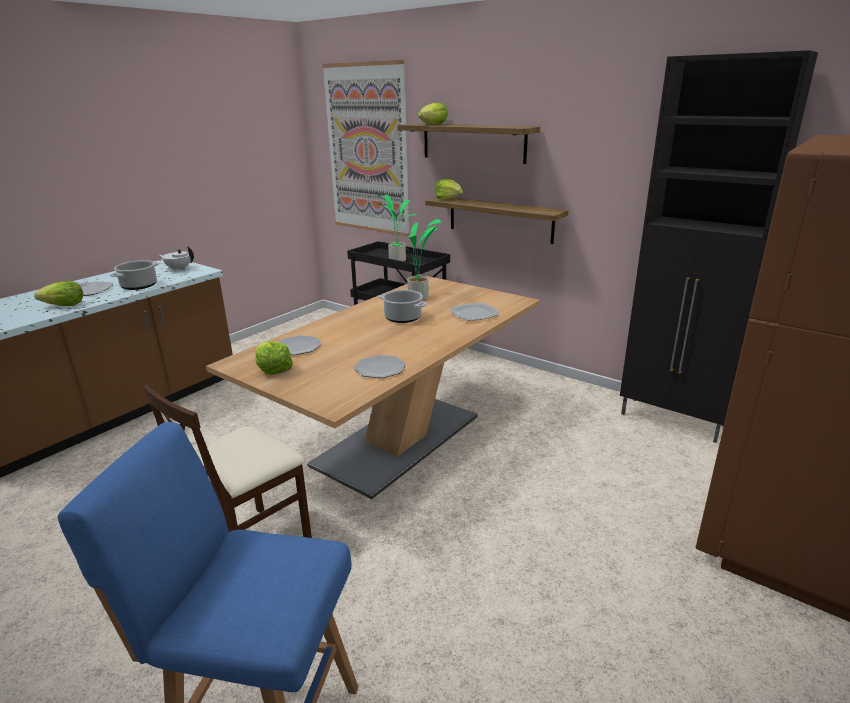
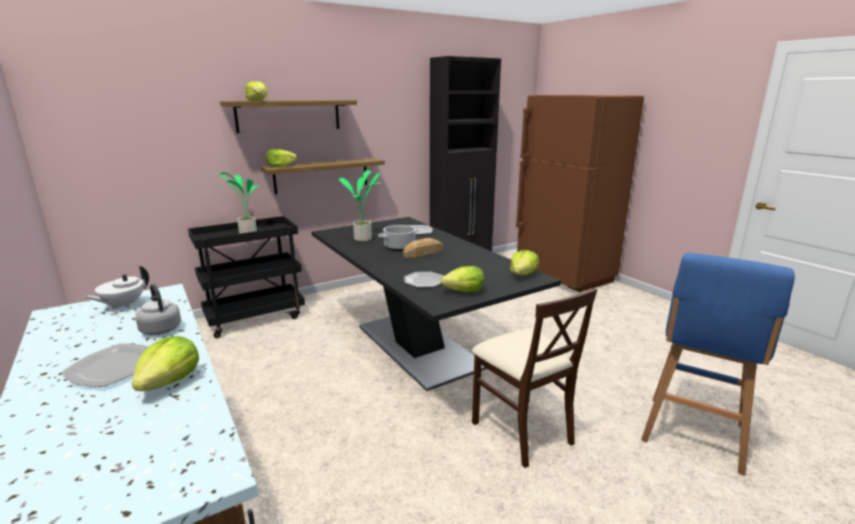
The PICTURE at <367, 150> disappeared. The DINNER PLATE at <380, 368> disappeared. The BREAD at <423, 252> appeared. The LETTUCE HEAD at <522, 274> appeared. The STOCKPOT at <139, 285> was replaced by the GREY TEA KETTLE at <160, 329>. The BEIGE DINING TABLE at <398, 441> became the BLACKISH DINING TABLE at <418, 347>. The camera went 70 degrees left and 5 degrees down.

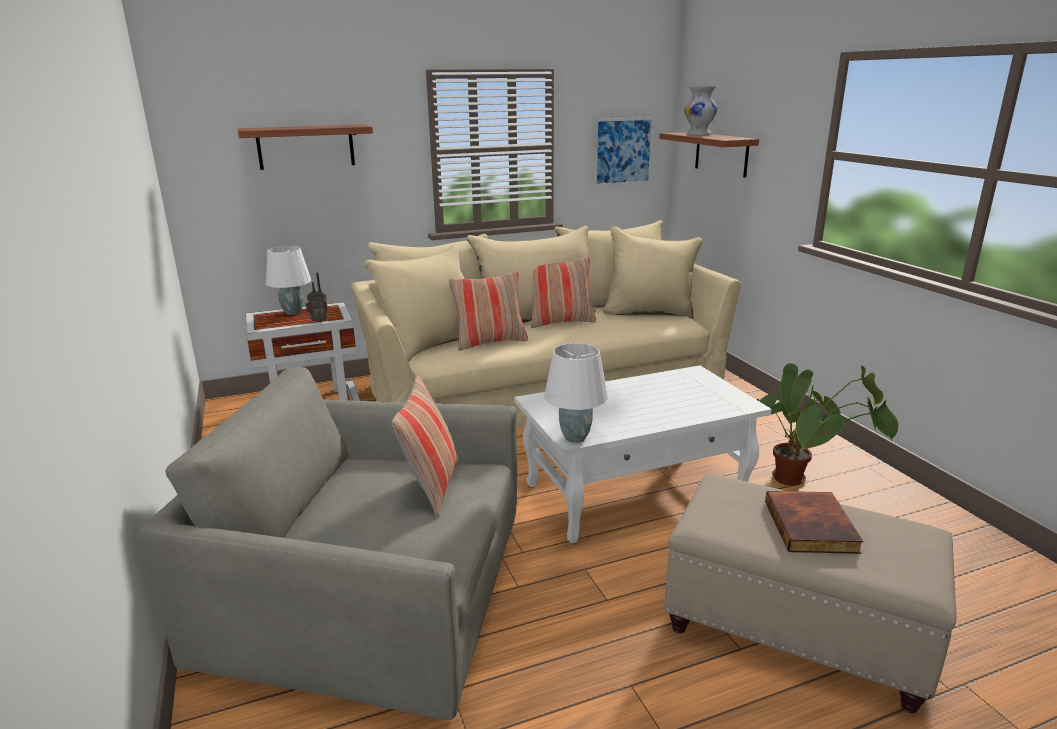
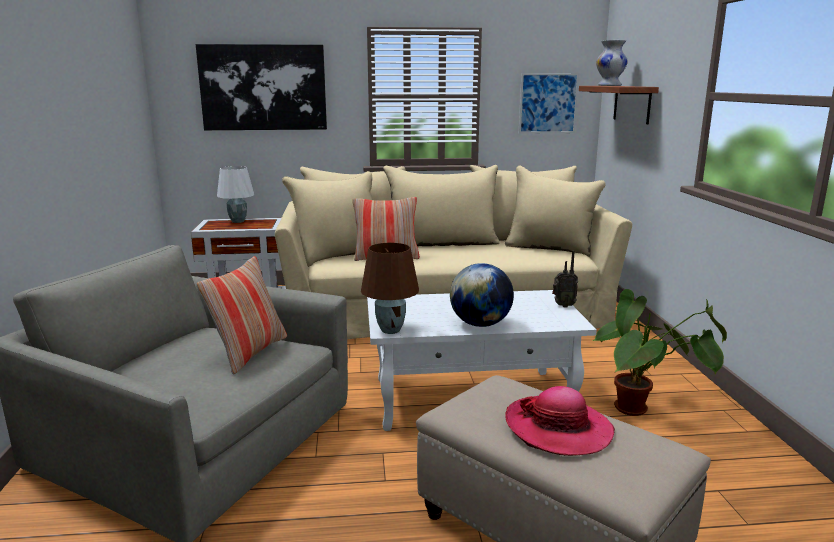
The CUSHION at <560, 322> disappeared. The WORLD GLOBE at <480, 324> appeared. The RADIO SET moved from <318, 321> to <563, 305>. The BRACKET SHELF at <306, 146> was replaced by the PICTURE at <263, 87>. The BOOK at <812, 527> was replaced by the CLOTHING HAT at <558, 429>. The WHITE TABLE LAMP at <574, 437> became the BROWN TABLE LAMP at <390, 330>. The camera went 15 degrees right and 5 degrees down.

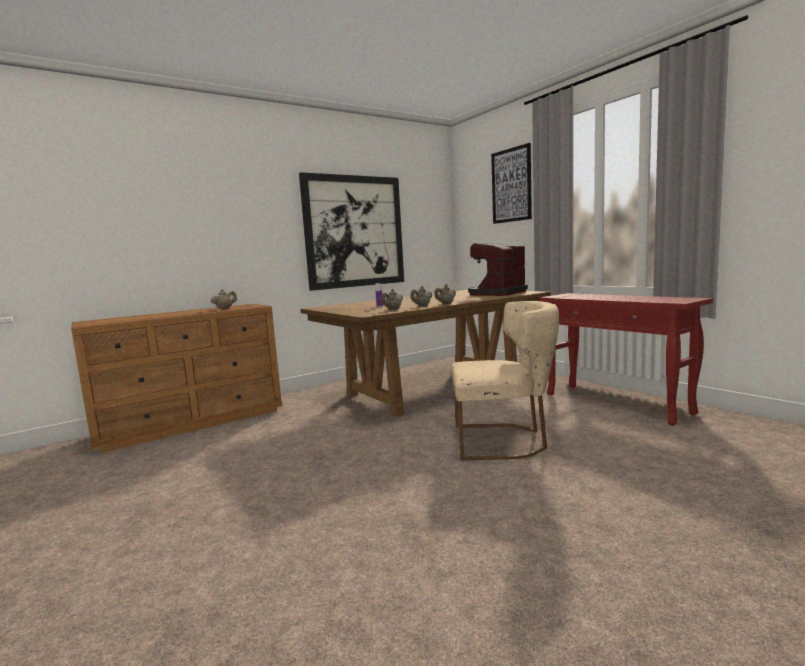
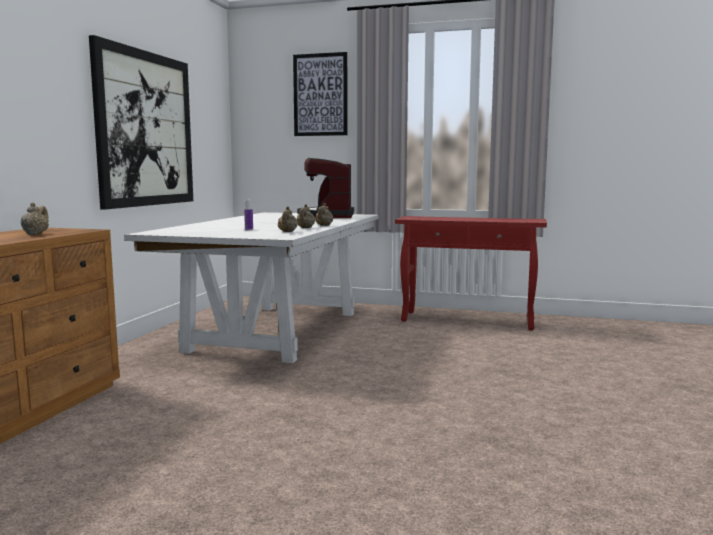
The BEIGE UPRIGHT CHAIR at <504, 441> disappeared. The BROWN DINING TABLE at <433, 388> became the WHITE DINING TABLE at <276, 331>. The camera went 40 degrees left and 0 degrees up.

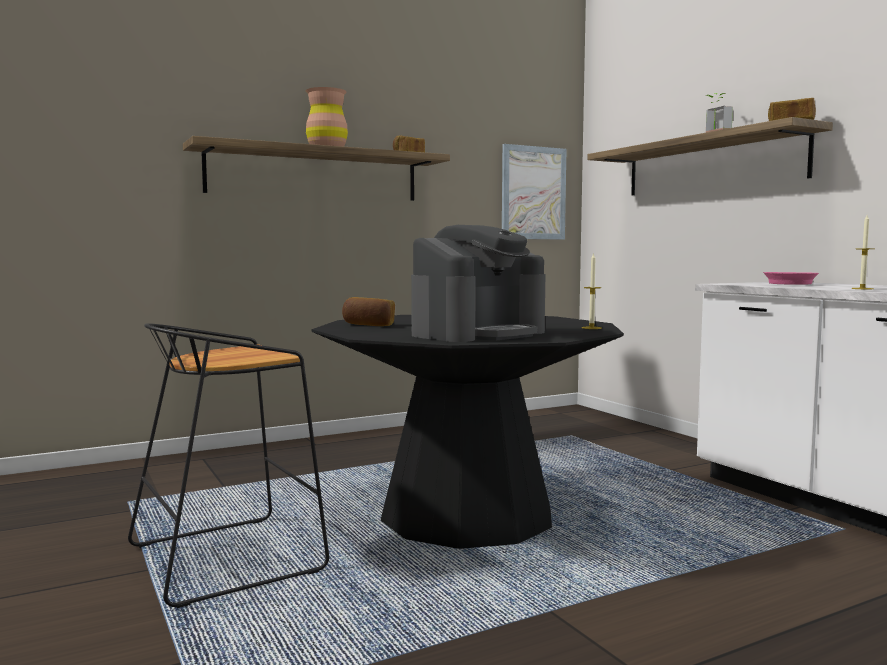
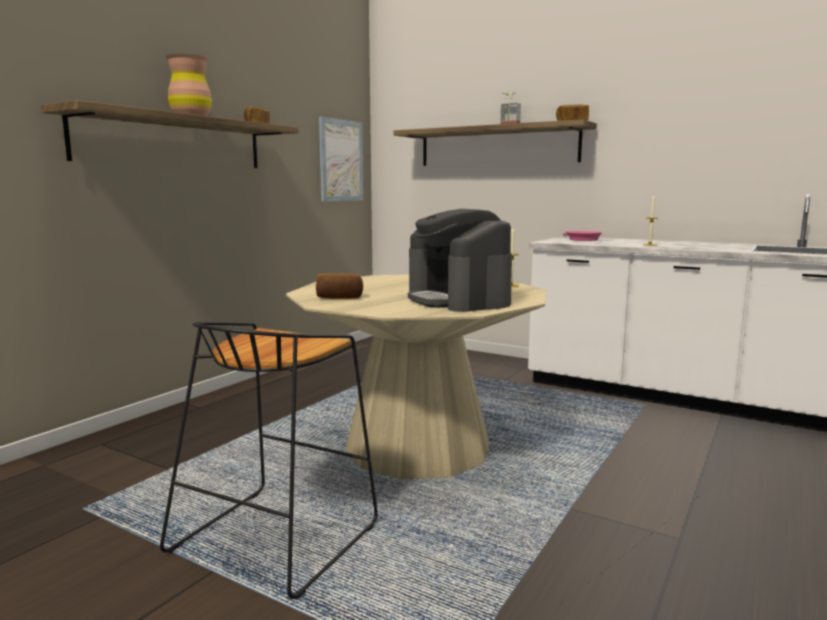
The BLACKISH DINING TABLE at <467, 515> became the BEIGE DINING TABLE at <418, 447>. The COFFEE MACHINE at <478, 333> turned 135 degrees clockwise. The camera went 30 degrees left and 5 degrees up.

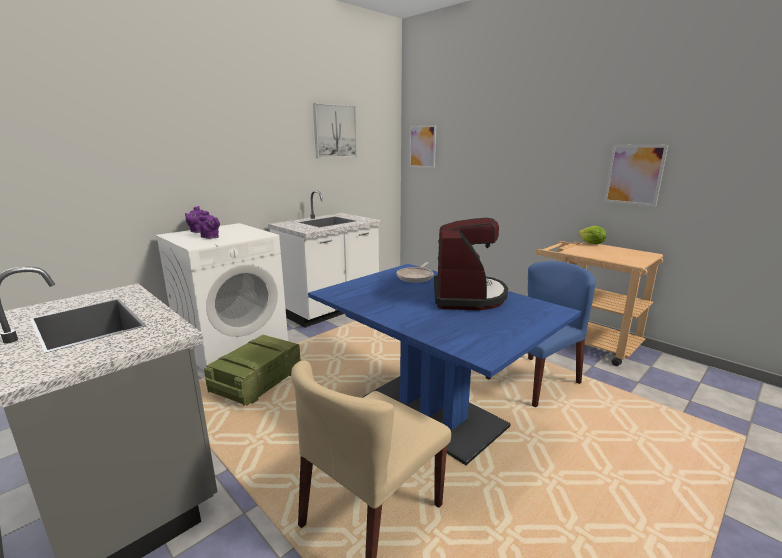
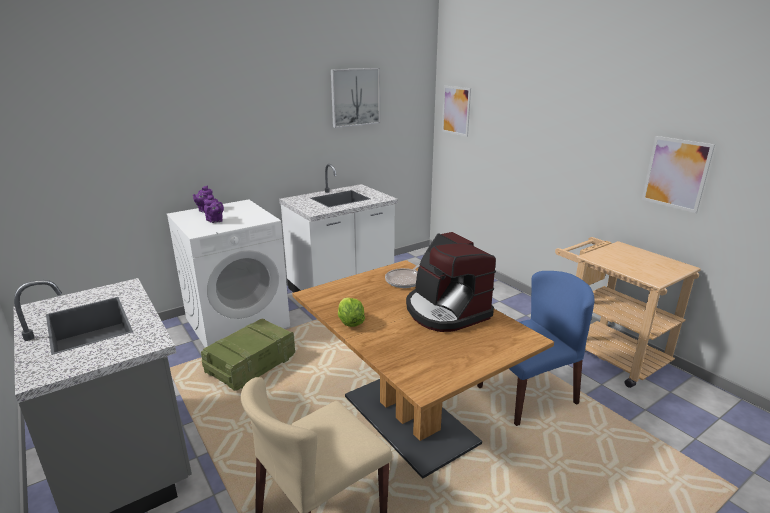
The LETTUCE HEAD moved from <591, 243> to <350, 323>. The BLUE-COLOURED DINING TABLE at <432, 413> became the BROWN DINING TABLE at <409, 419>. The COFFEE MACHINE at <467, 296> turned 135 degrees clockwise. The camera went 10 degrees right and 5 degrees up.

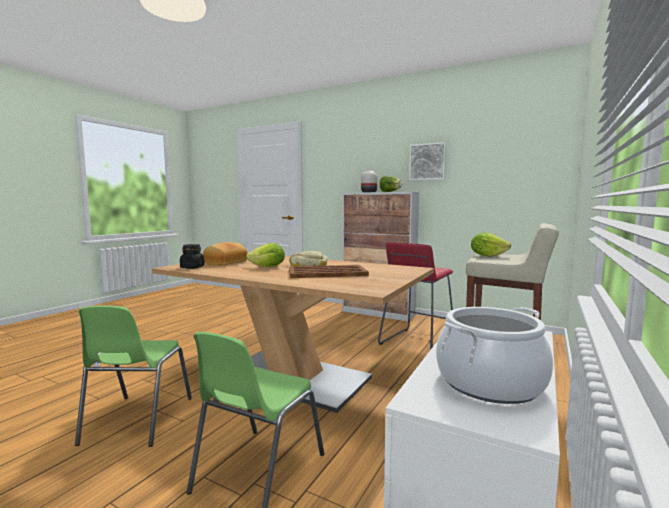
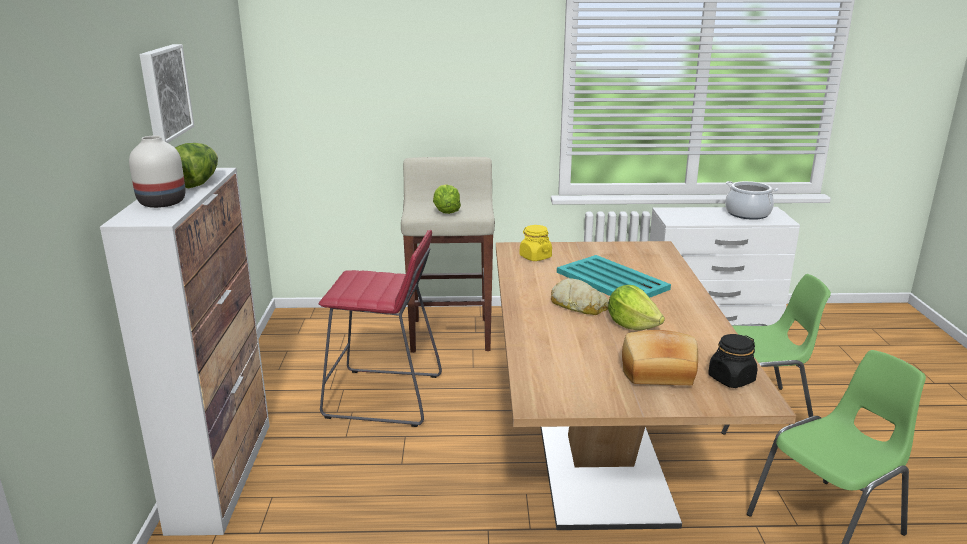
The YELLOW-COLOURED PRESERVE JAR at <535, 257> appeared. The BROWN CARRYING TRAY at <326, 273> became the TURQUOISE-COLOURED CARRYING TRAY at <612, 281>. The camera went 120 degrees left and 15 degrees up.

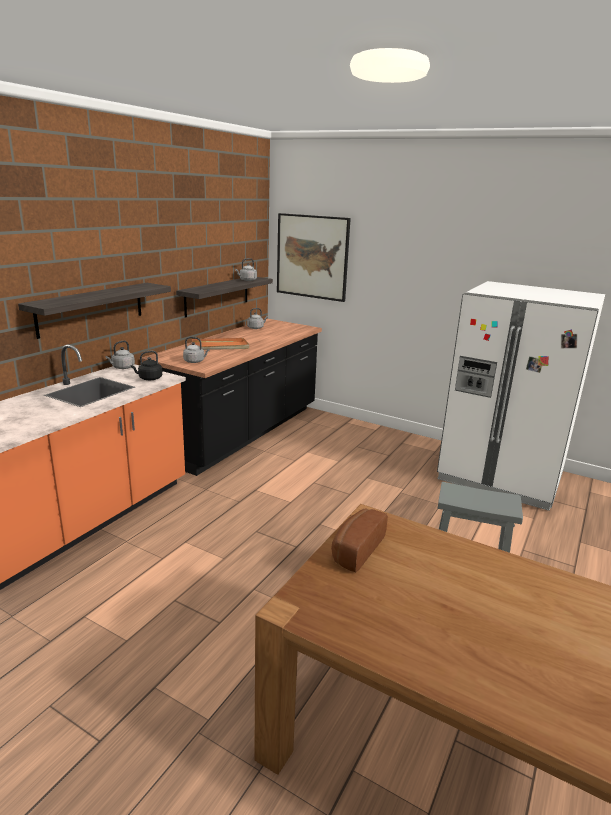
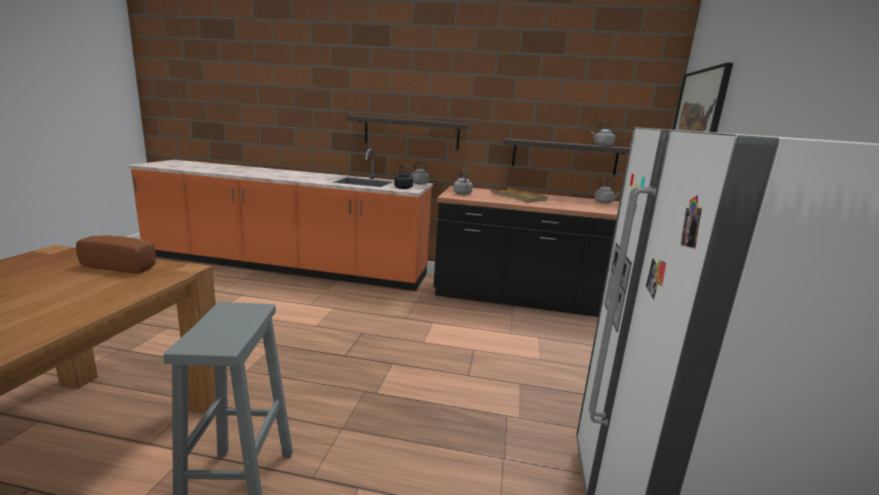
The ORANGE-COLOURED CARRYING TRAY at <220, 346> became the BEIGE CARRYING TRAY at <518, 197>. The camera went 70 degrees right and 5 degrees down.

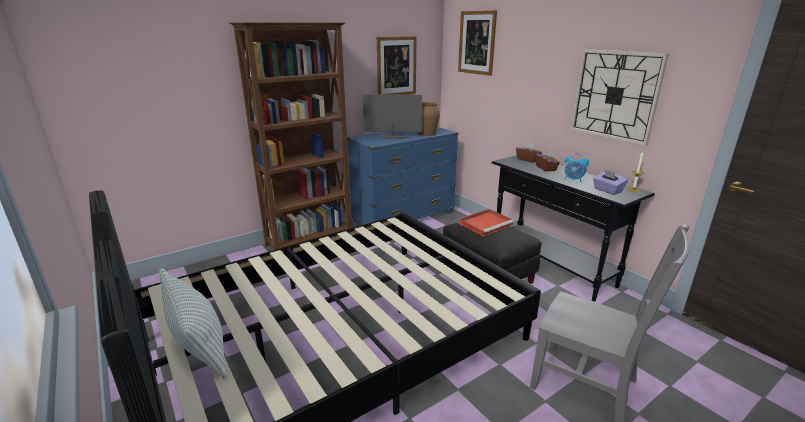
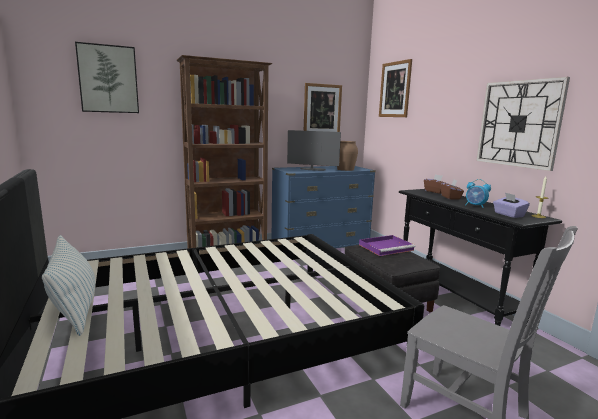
The PICTURE at <108, 79> appeared. The RED CARRYING TRAY at <486, 224> became the PURPLE-COLOURED CARRYING TRAY at <386, 247>. The camera went 10 degrees right and 10 degrees down.

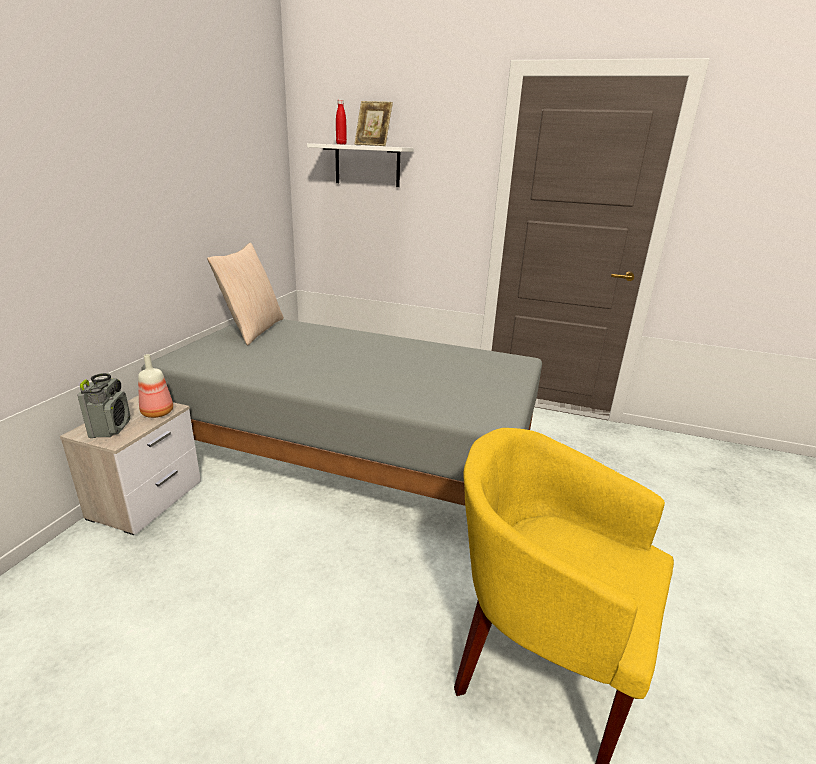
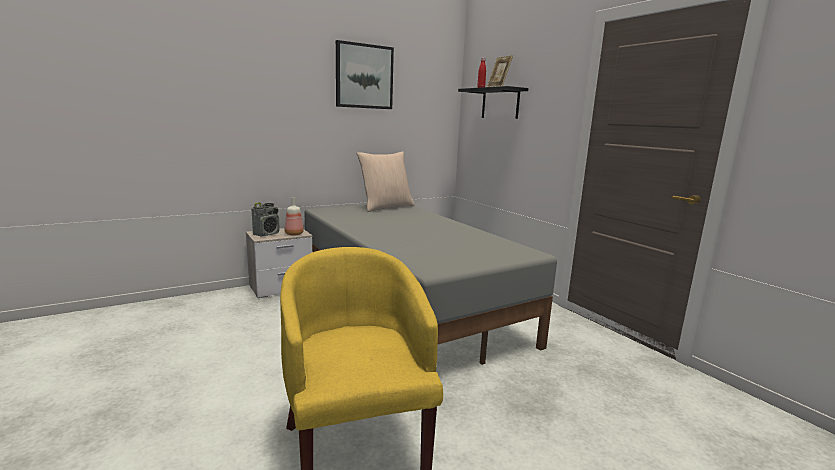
The PICTURE at <364, 76> appeared. The WHITE BRACKET SHELF at <367, 165> became the BLACKISH BRACKET SHELF at <500, 103>. The camera went 40 degrees right and 10 degrees down.

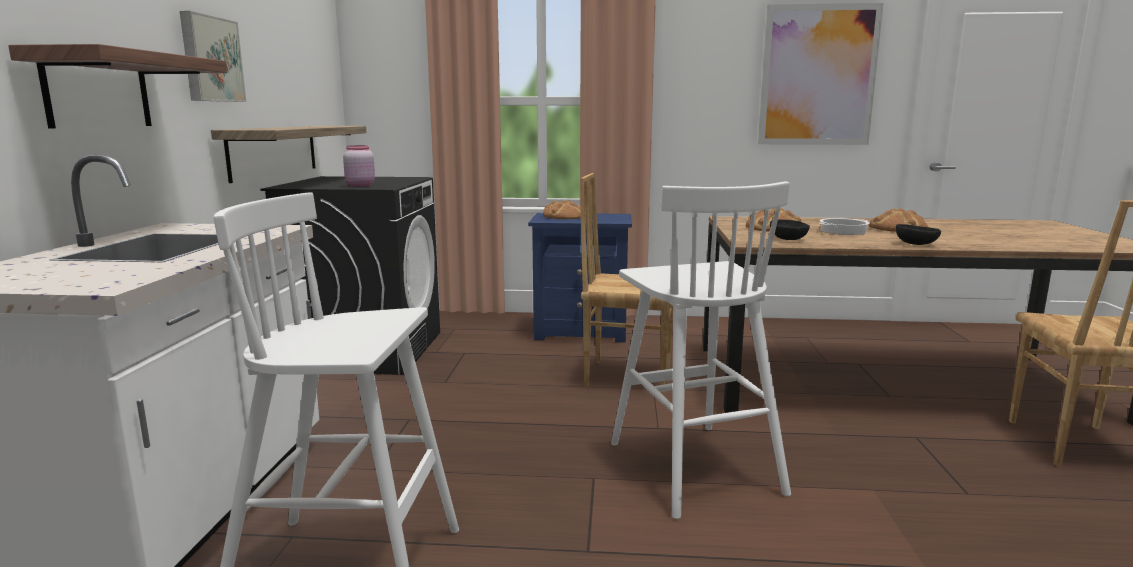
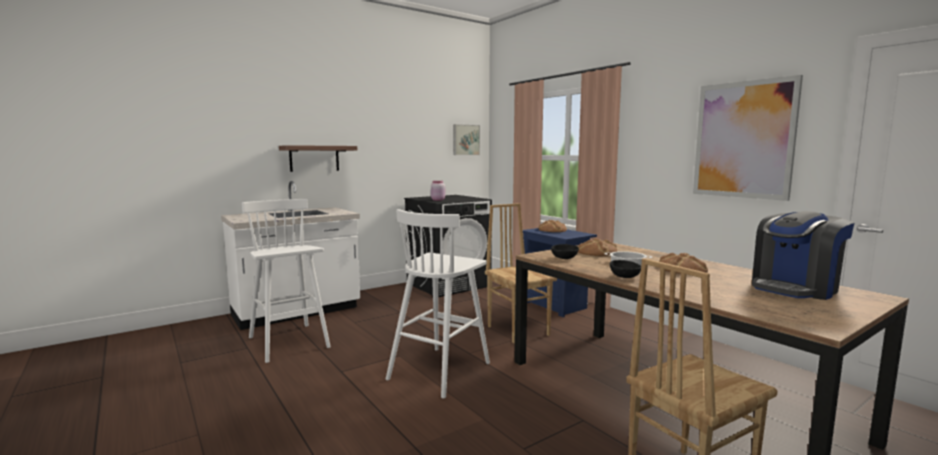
The BRACKET SHELF at <274, 151> disappeared. The COFFEE MACHINE at <795, 288> appeared. The PICTURE moved from <210, 59> to <465, 140>. The camera went 50 degrees right and 5 degrees down.

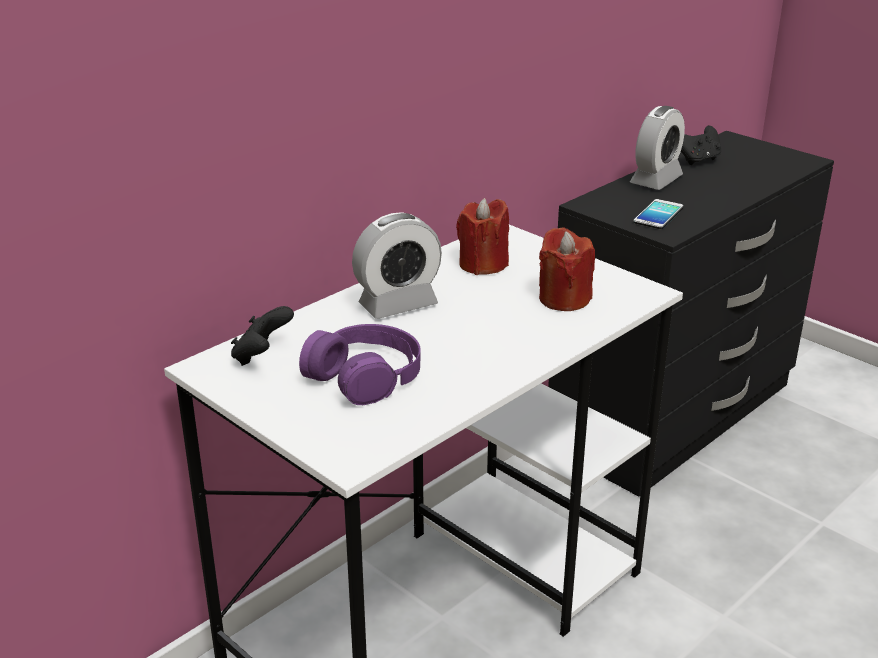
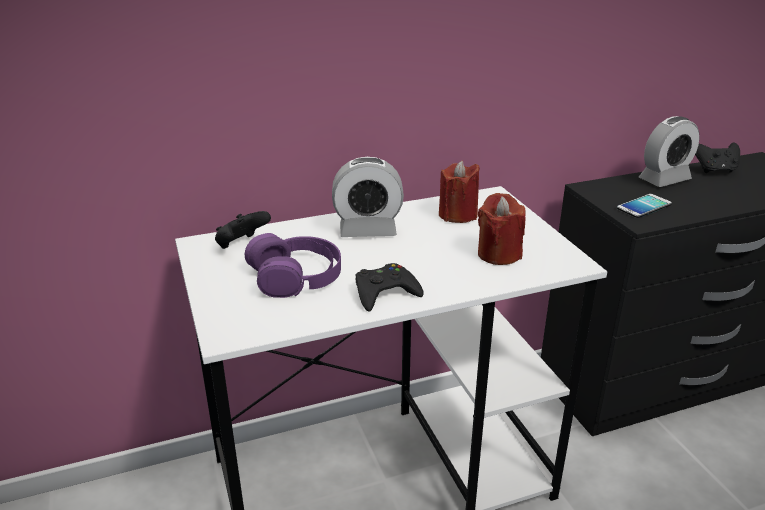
The BLACKISH GAMEPAD at <385, 293> appeared. The camera went 25 degrees right and 0 degrees up.

